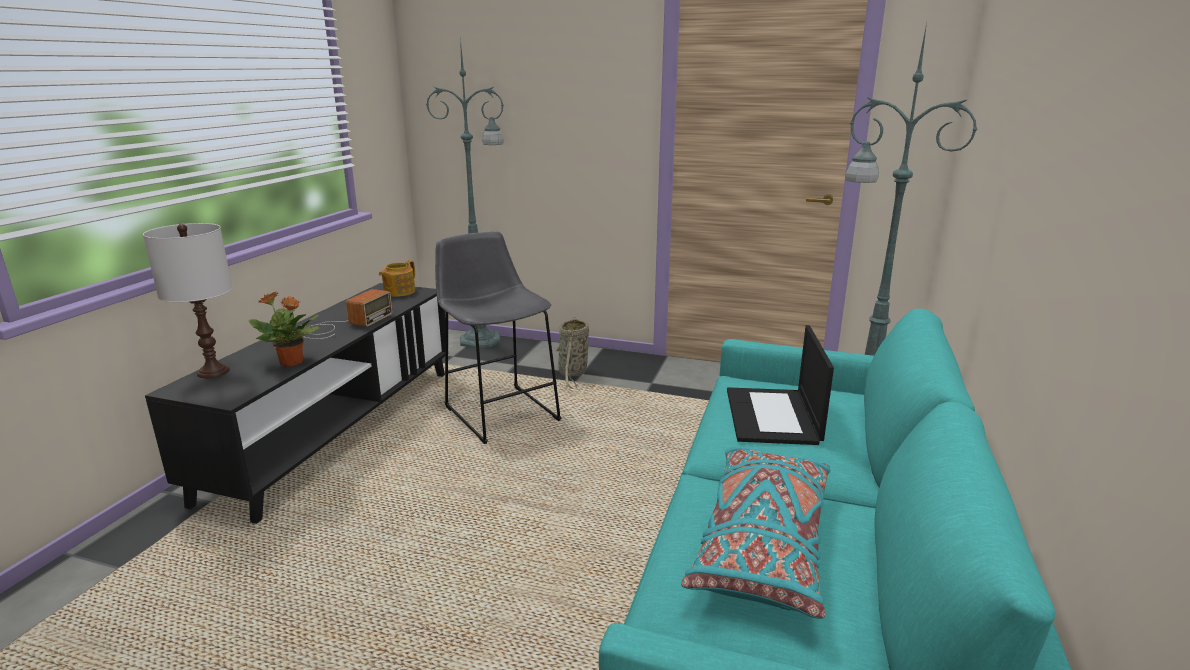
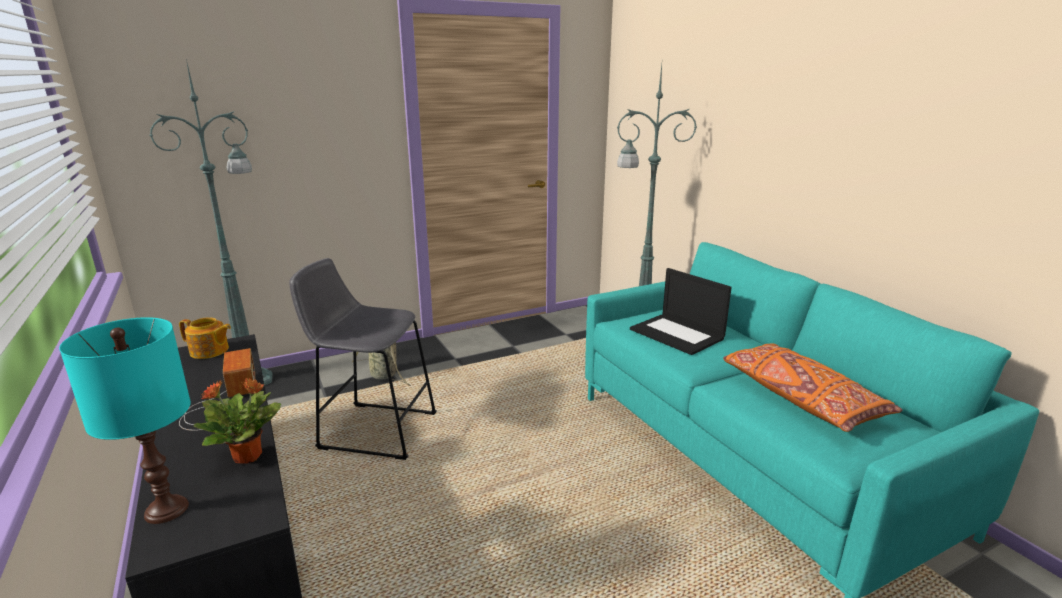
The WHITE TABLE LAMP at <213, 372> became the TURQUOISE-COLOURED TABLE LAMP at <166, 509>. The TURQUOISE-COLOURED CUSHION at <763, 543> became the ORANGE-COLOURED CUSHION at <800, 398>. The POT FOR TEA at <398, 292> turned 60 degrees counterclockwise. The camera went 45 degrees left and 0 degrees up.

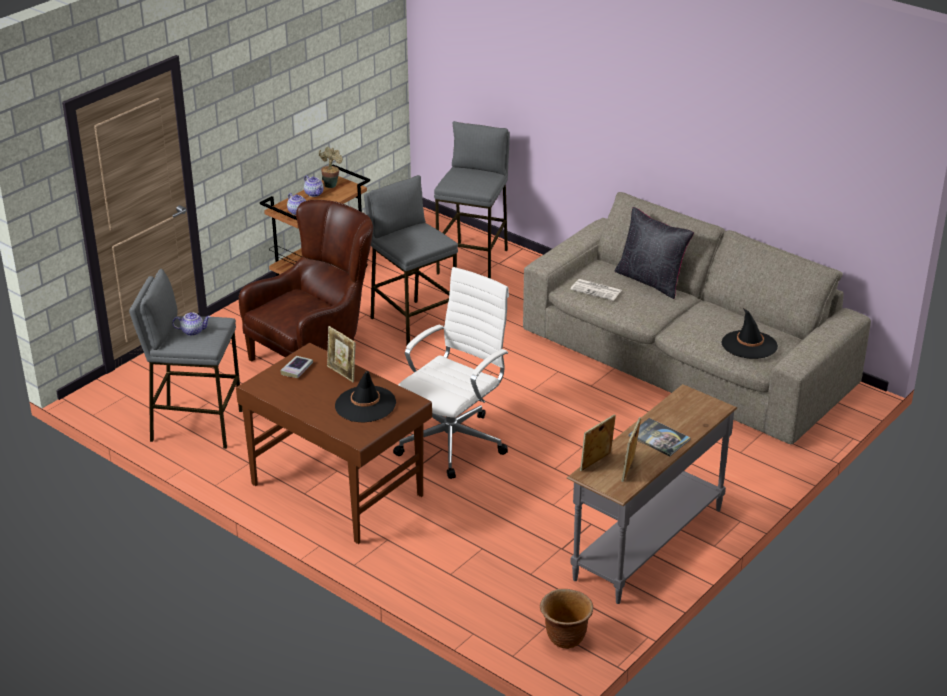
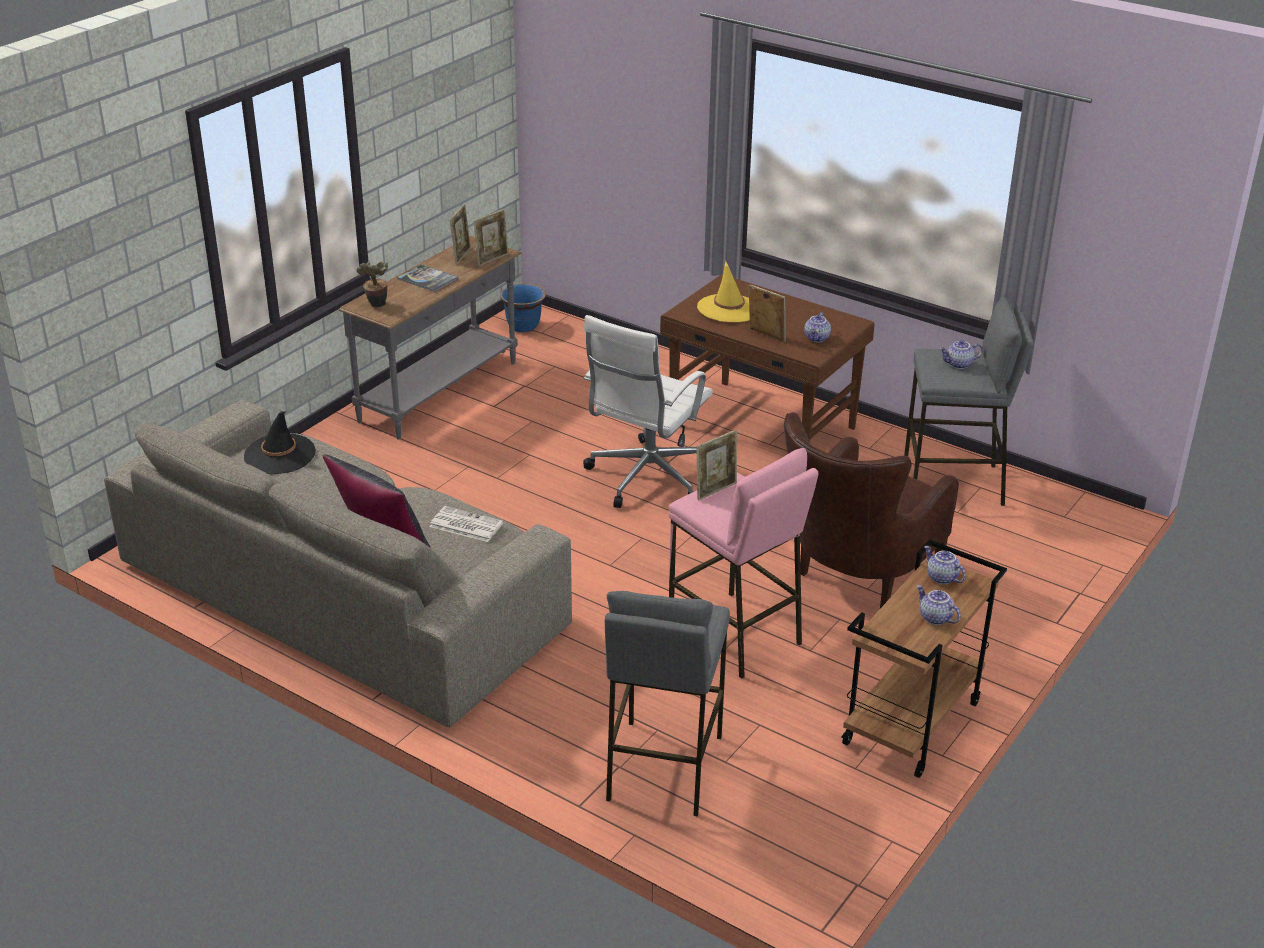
The PHOTO FRAME at <716, 490> appeared. The HOUSEPLANT moved from <331, 184> to <376, 305>. The BOOK at <297, 369> was replaced by the POT FOR TEA at <817, 338>. The BLACKISH CLOTHING HAT at <365, 405> became the YELLOW-COLOURED CLOTHING HAT at <729, 309>. The GREY SITTING STOOL at <413, 324> became the PINK SITTING STOOL at <735, 635>. The BROWN PLANTER at <565, 638> became the BLUE-COLOURED PLANTER at <524, 326>. The camera went 175 degrees right and 0 degrees up.

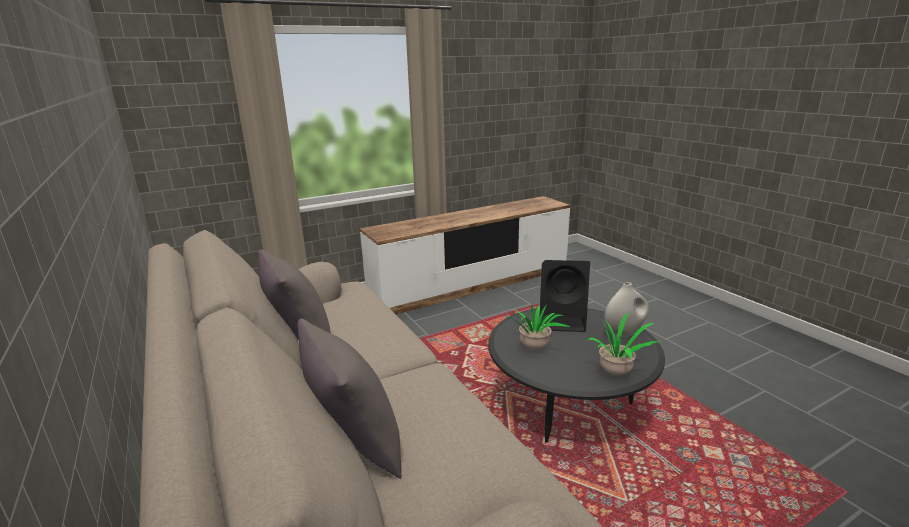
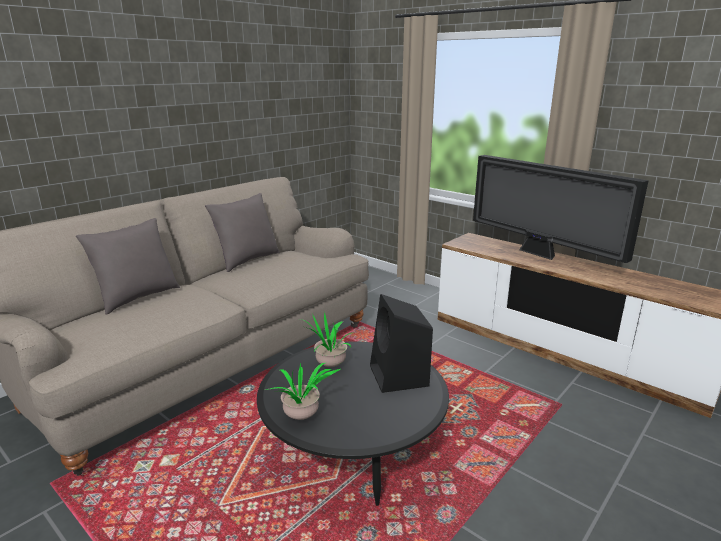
The WHITE DECORATIVE VASE at <624, 332> disappeared. The TV at <540, 254> appeared. The camera went 70 degrees right and 0 degrees up.

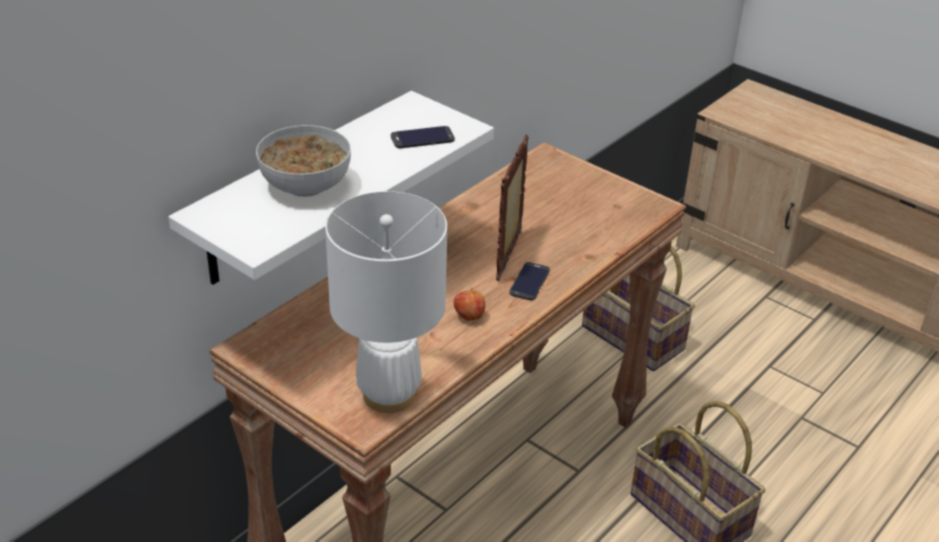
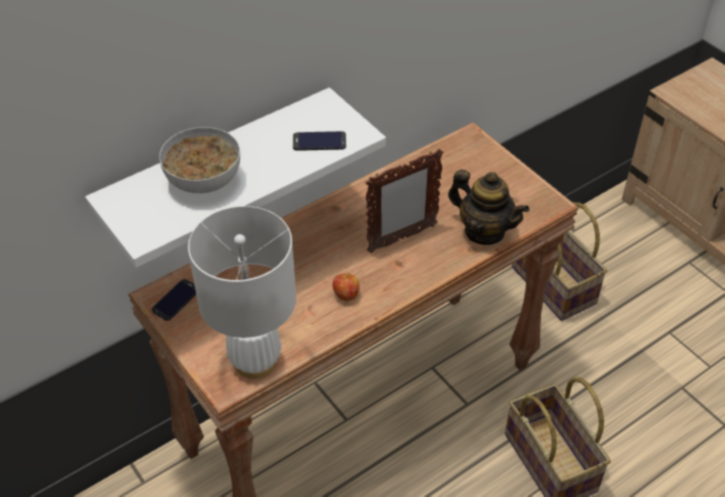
The POT FOR TEA at <484, 231> appeared. The HANDSET moved from <529, 281> to <176, 300>. The PHOTO FRAME at <509, 256> turned 150 degrees counterclockwise. The camera went 15 degrees right and 10 degrees up.

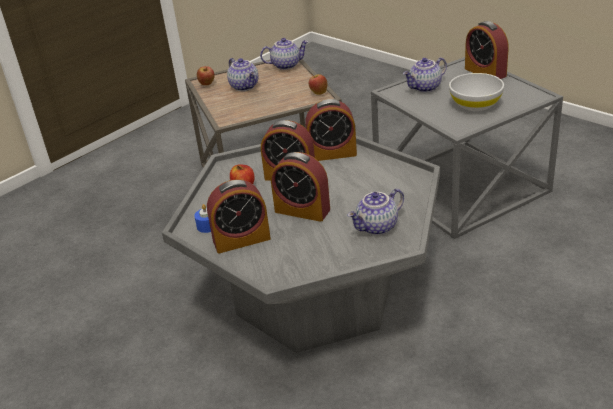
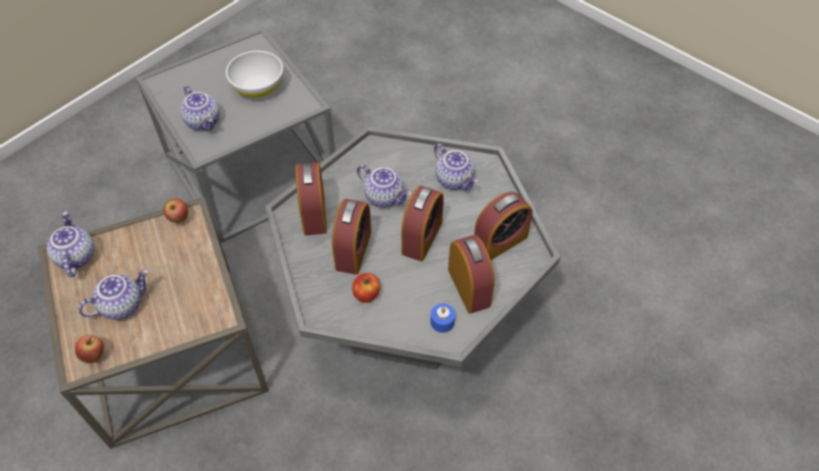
The POT FOR TEA at <385, 196> appeared. The ALARM CLOCK moved from <485, 72> to <500, 242>. The camera went 95 degrees left and 20 degrees up.

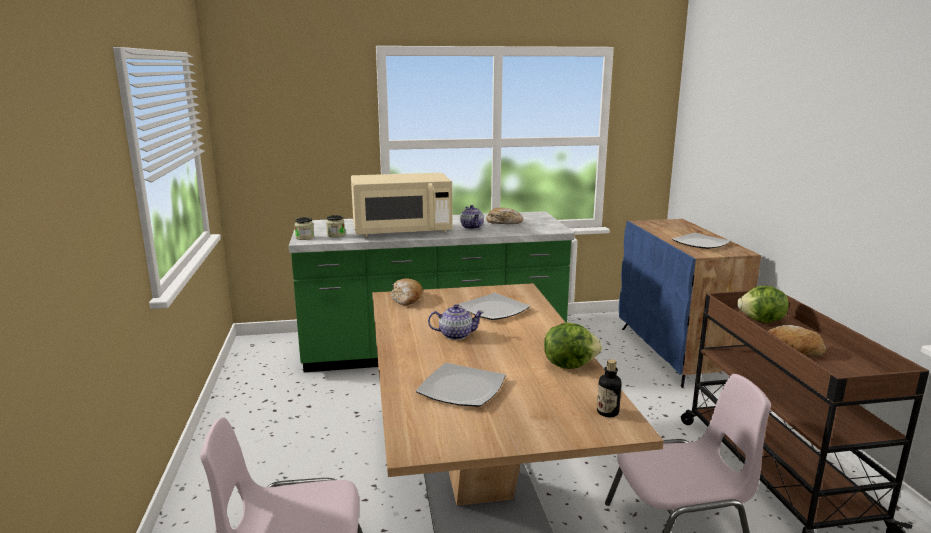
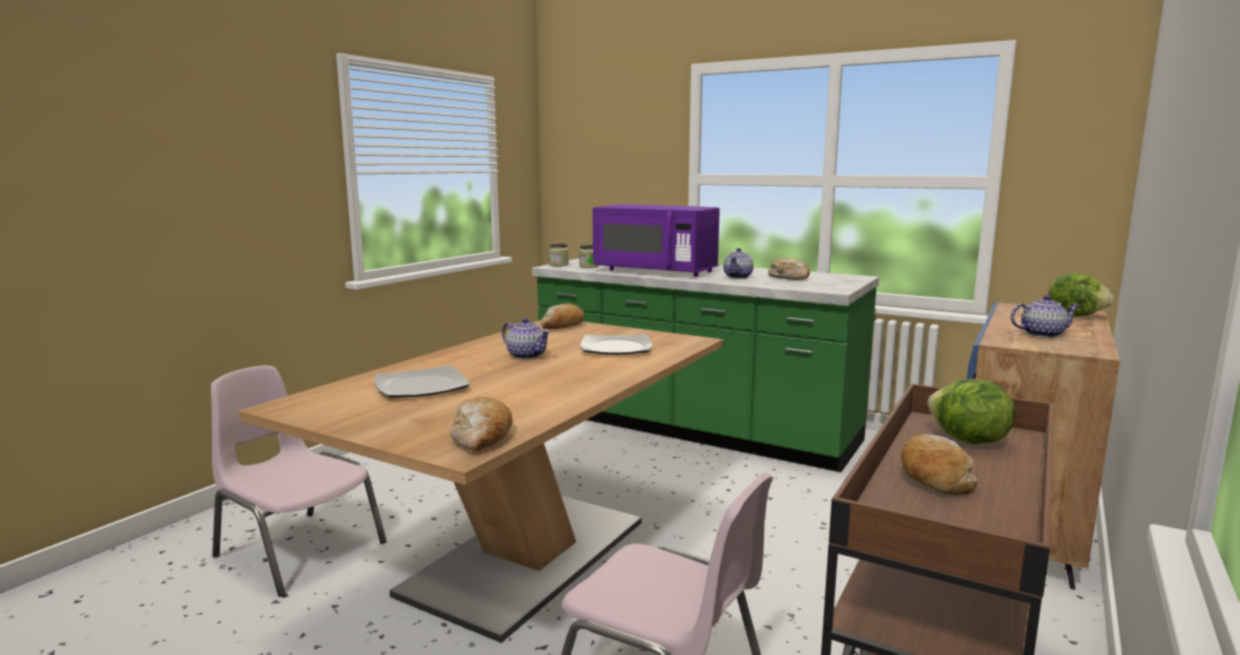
The LETTUCE HEAD moved from <569, 364> to <1075, 316>. The DRINK BOTTLE at <607, 412> was replaced by the BREAD at <481, 437>. The DINNER PLATE at <700, 243> was replaced by the POT FOR TEA at <1041, 334>. The BEIGE KITCHEN MICROWAVE at <402, 231> became the PURPLE-COLOURED KITCHEN MICROWAVE at <655, 271>. The camera went 40 degrees right and 5 degrees down.

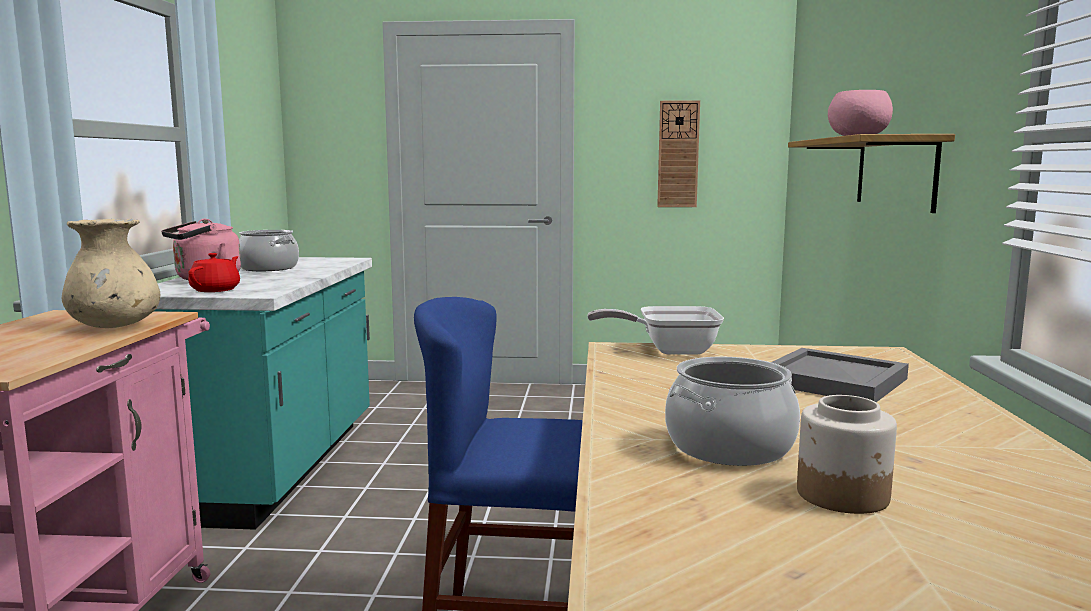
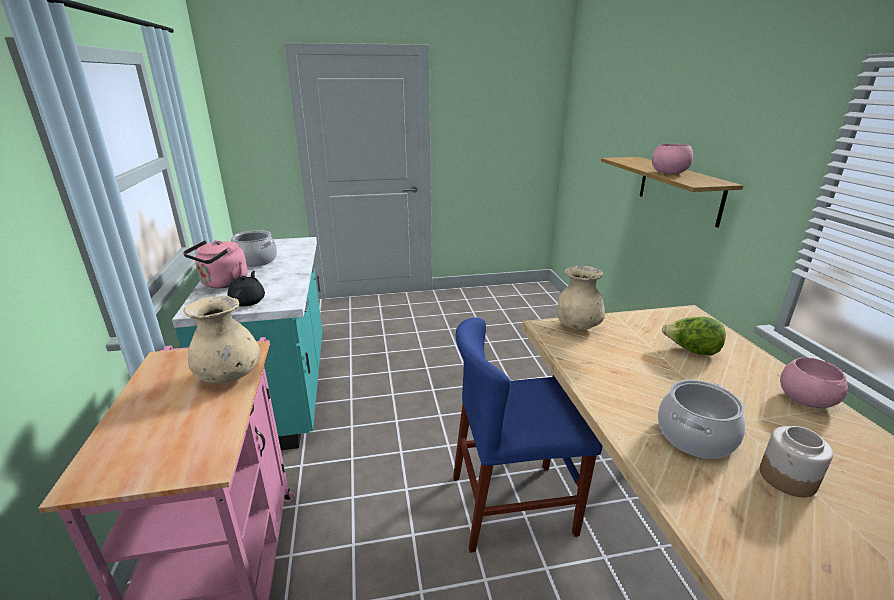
The CLOCK ON THE WALL at <678, 154> disappeared. The PINK BOWL at <805, 400> appeared. The PAN at <669, 350> was replaced by the BEIGE DECORATIVE VASE at <577, 326>. The GREY CARRYING TRAY at <834, 381> was replaced by the LETTUCE HEAD at <691, 351>. The RED POT FOR TEA at <216, 290> became the BLACKISH POT FOR TEA at <248, 301>. The camera went 15 degrees left and 15 degrees up.

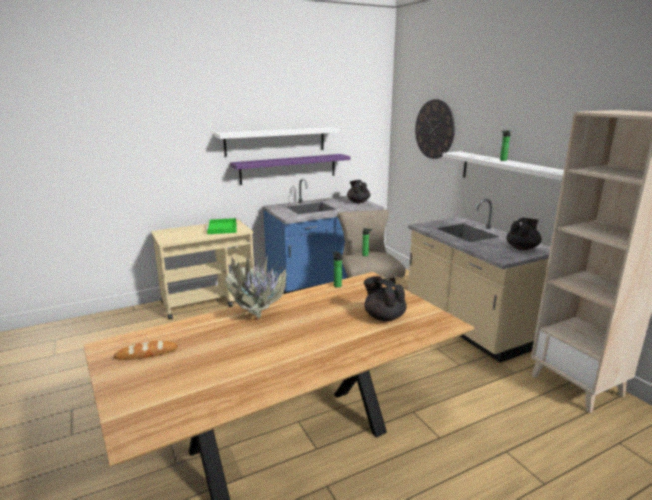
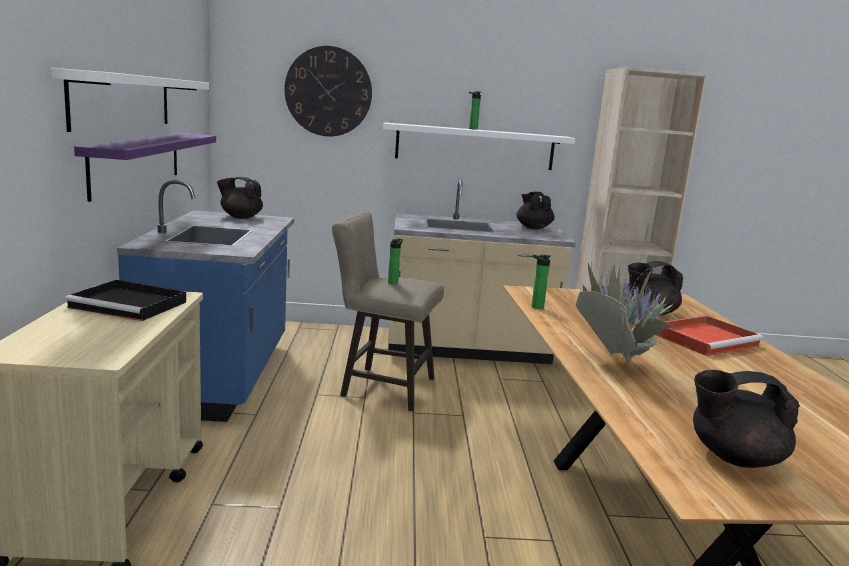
The RED CARRYING TRAY at <706, 339> appeared. The BREAD at <146, 353> was replaced by the BLACKISH POT FOR TEA at <734, 457>. The GREEN-COLOURED CARRYING TRAY at <222, 228> became the BLACKISH CARRYING TRAY at <130, 305>. The camera went 65 degrees left and 5 degrees down.

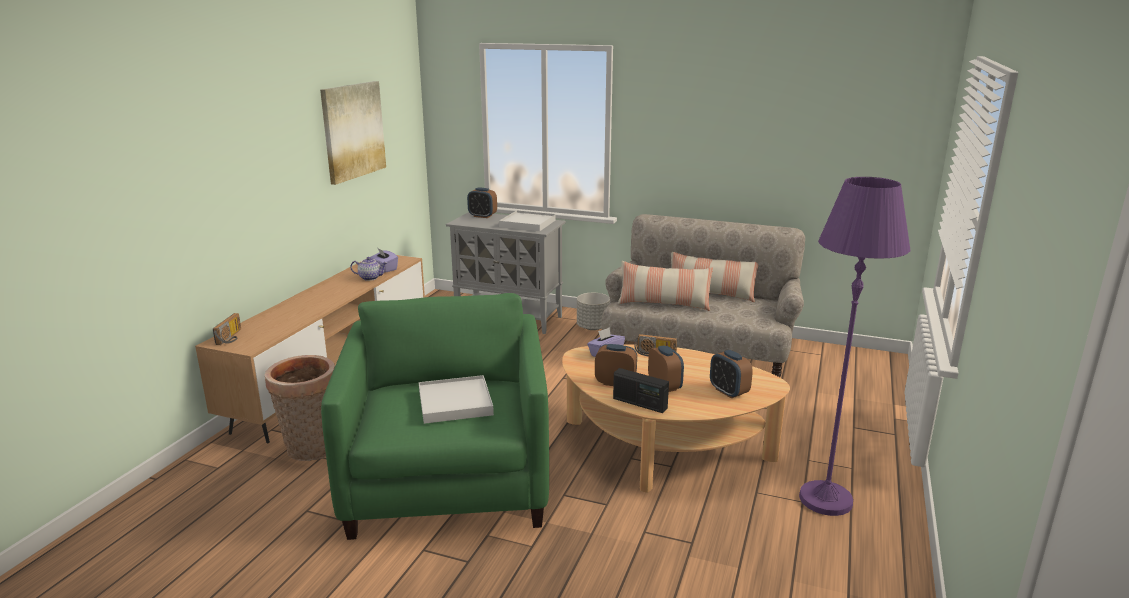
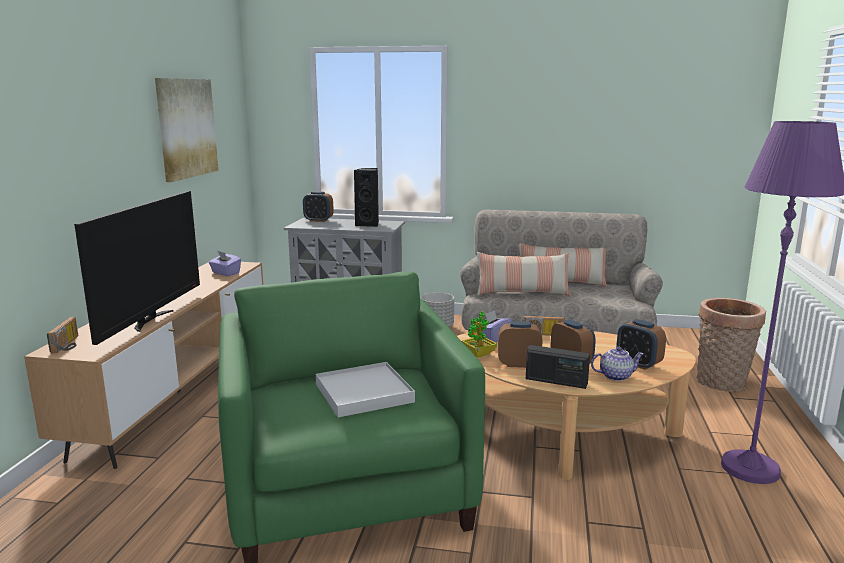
The TV at <150, 320> appeared. The HOUSEPLANT at <479, 354> appeared. The BASKET moved from <311, 450> to <722, 384>. The POT FOR TEA moved from <370, 278> to <615, 376>. The WHITE CARRYING TRAY at <528, 223> was replaced by the BLACKISH LOUDSPEAKER at <369, 224>. The camera went 10 degrees left and 5 degrees down.

